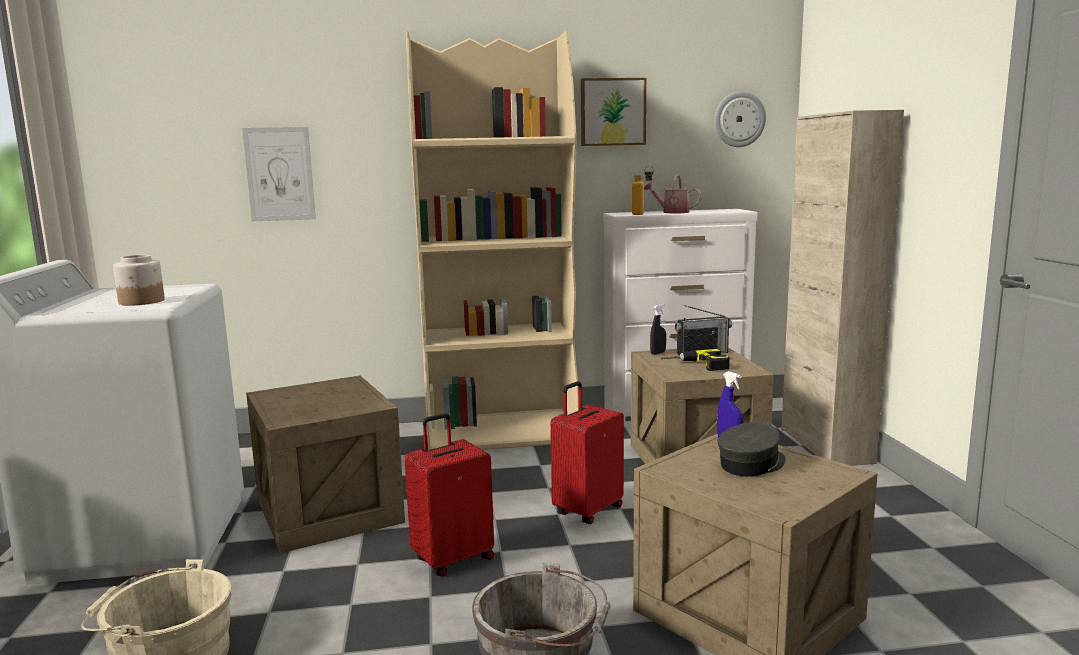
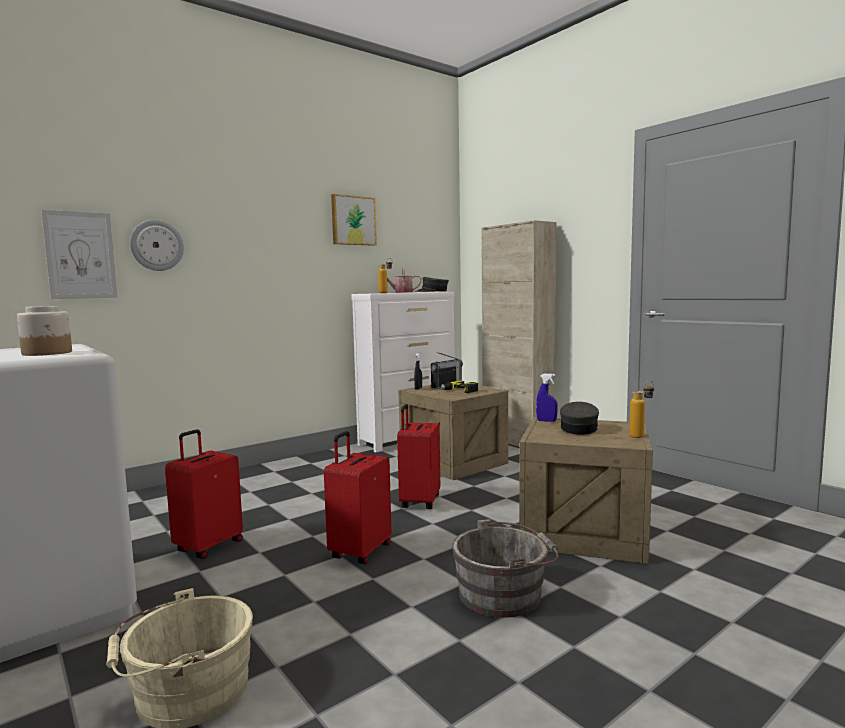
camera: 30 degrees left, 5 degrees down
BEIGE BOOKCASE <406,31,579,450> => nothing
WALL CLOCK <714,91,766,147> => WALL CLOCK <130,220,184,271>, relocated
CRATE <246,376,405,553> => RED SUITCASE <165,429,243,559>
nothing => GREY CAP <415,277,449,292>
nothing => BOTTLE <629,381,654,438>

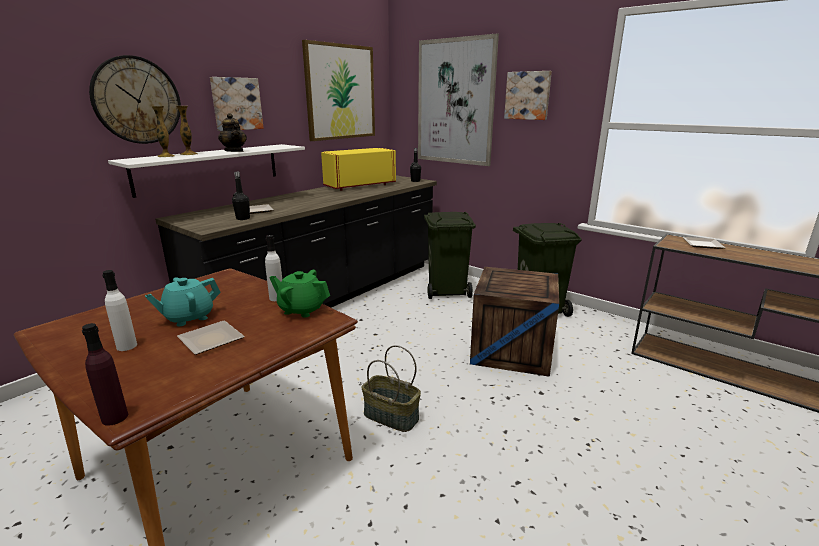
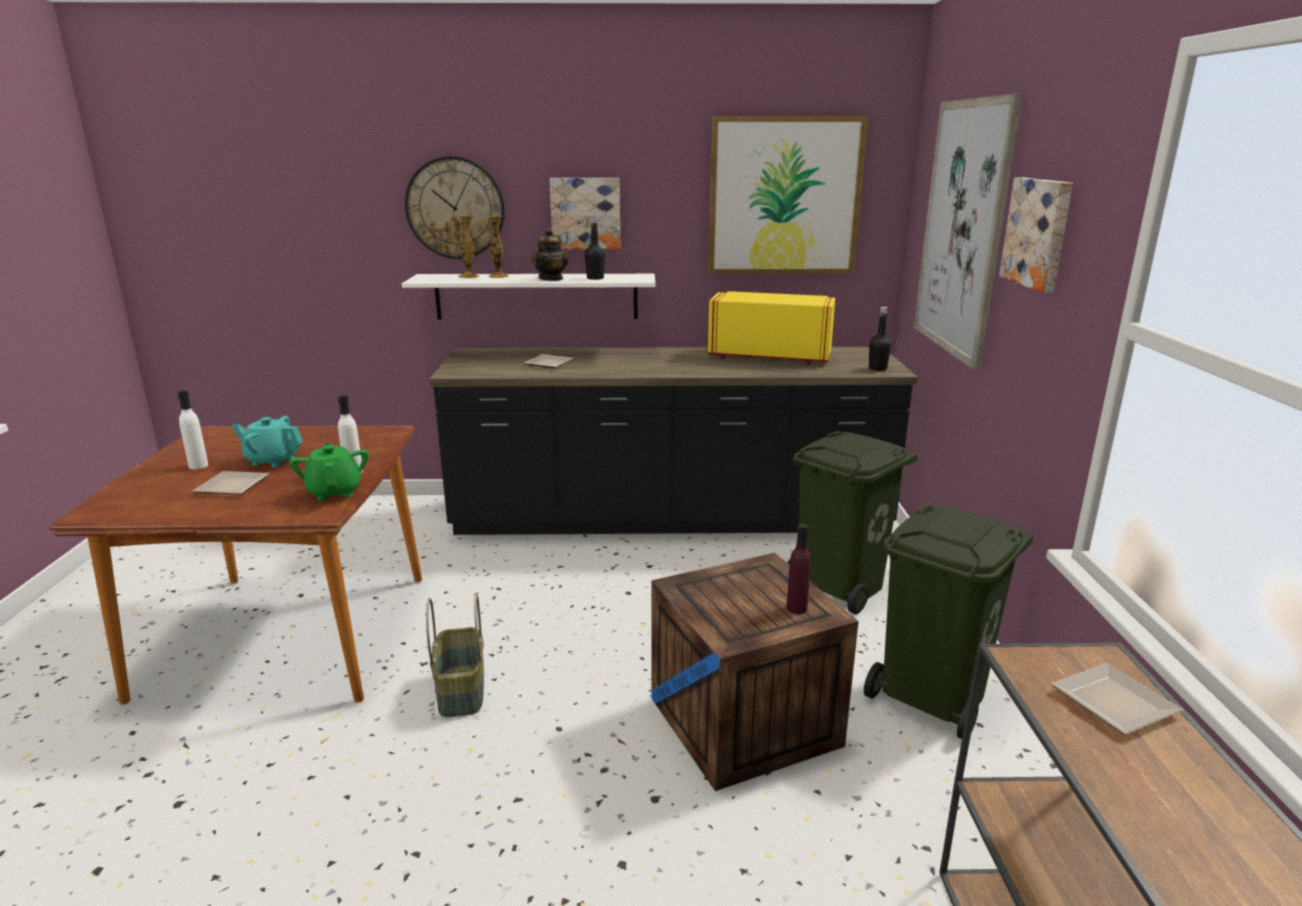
camera: 50 degrees right, 0 degrees up
BLACK BOTTLE <232,172,250,220> => BLACK BOTTLE <585,217,605,280>, relocated
PURPLE BOTTLE <82,323,128,426> => PURPLE BOTTLE <787,524,811,614>, relocated

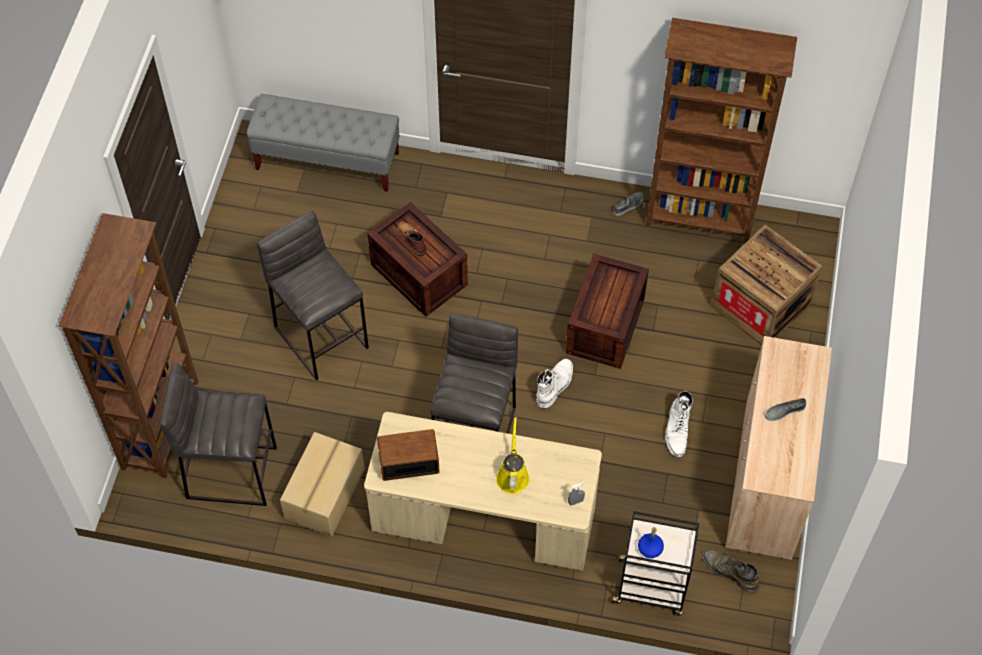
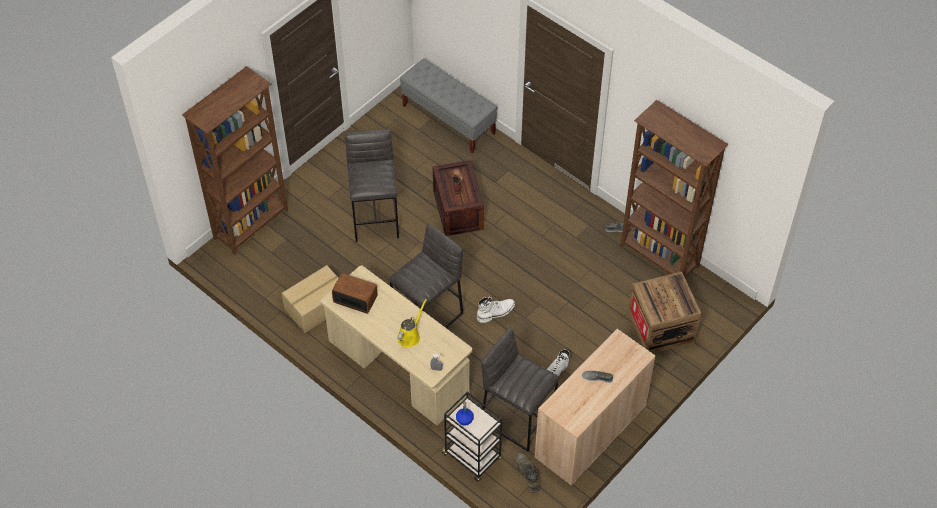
camera: 30 degrees right, 5 degrees down
CRATE <566,254,649,369> => nothing
GREY STOOL <159,363,277,506> => GREY STOOL <481,328,559,452>, relocated

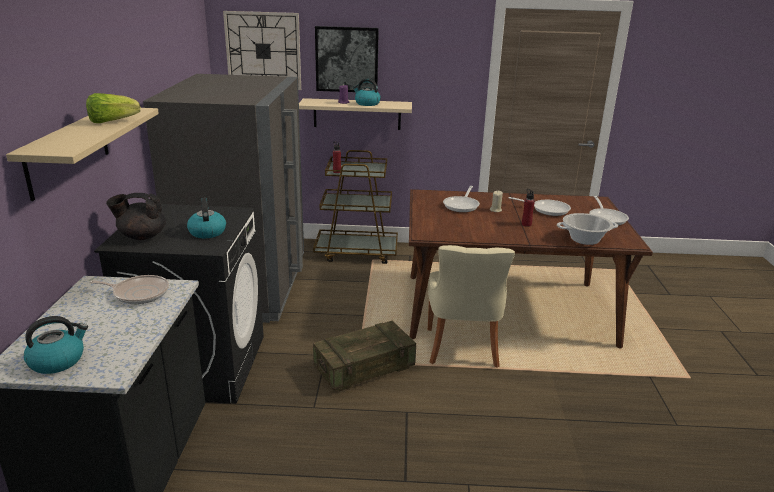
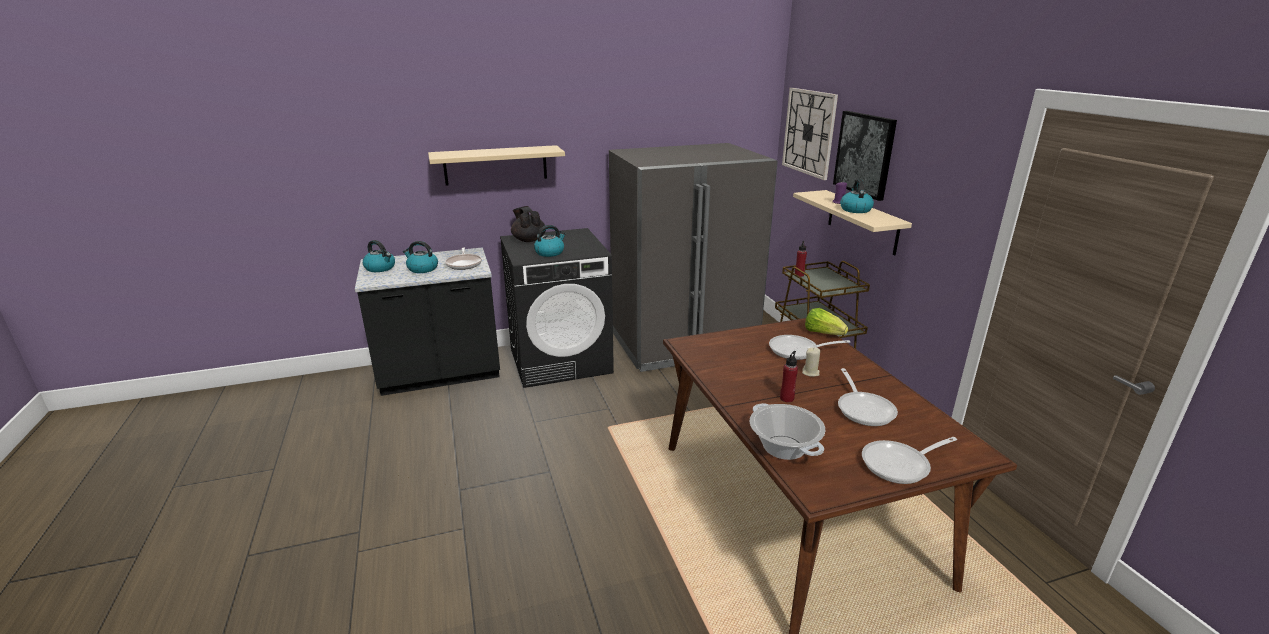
camera: 70 degrees right, 0 degrees up
LETTUCE <86,93,140,123> => LETTUCE <805,308,848,335>, relocated
BEIGE CHAIR <428,245,515,368> => nothing
CRATE <313,321,416,391> => nothing
nothing => KETTLE <403,241,438,273>

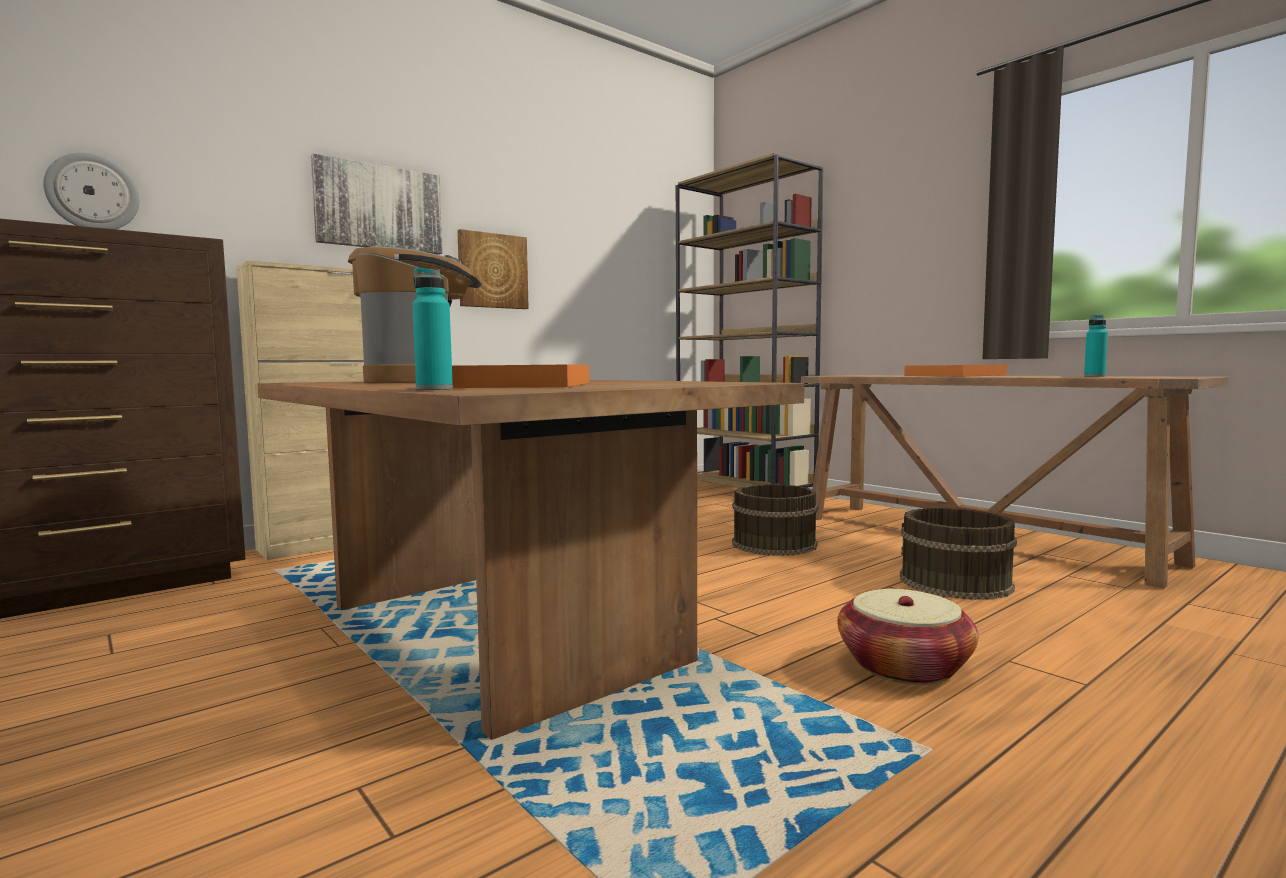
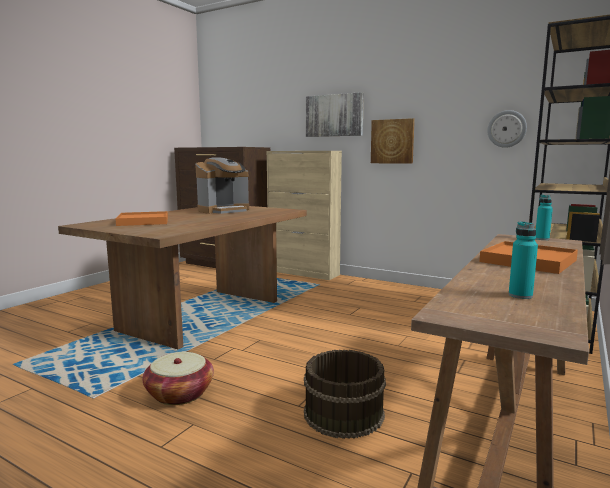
camera: 70 degrees right, 5 degrees up
WALL CLOCK <43,152,140,229> => WALL CLOCK <487,110,527,148>, relocated
TURQUOISE BOTTLE <413,268,453,390> => TURQUOISE BOTTLE <536,195,553,240>, relocated
BROWN BUCKET <732,484,818,556> => nothing

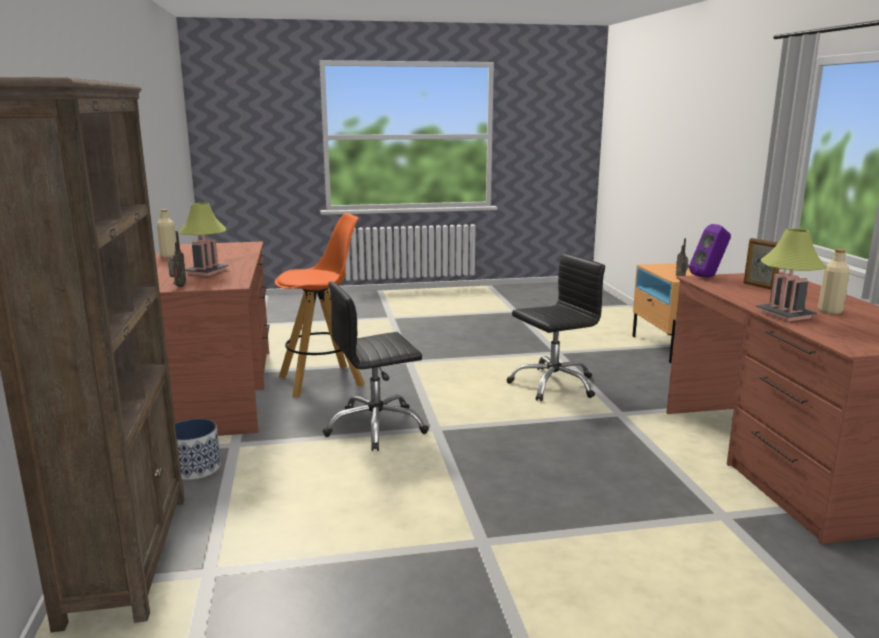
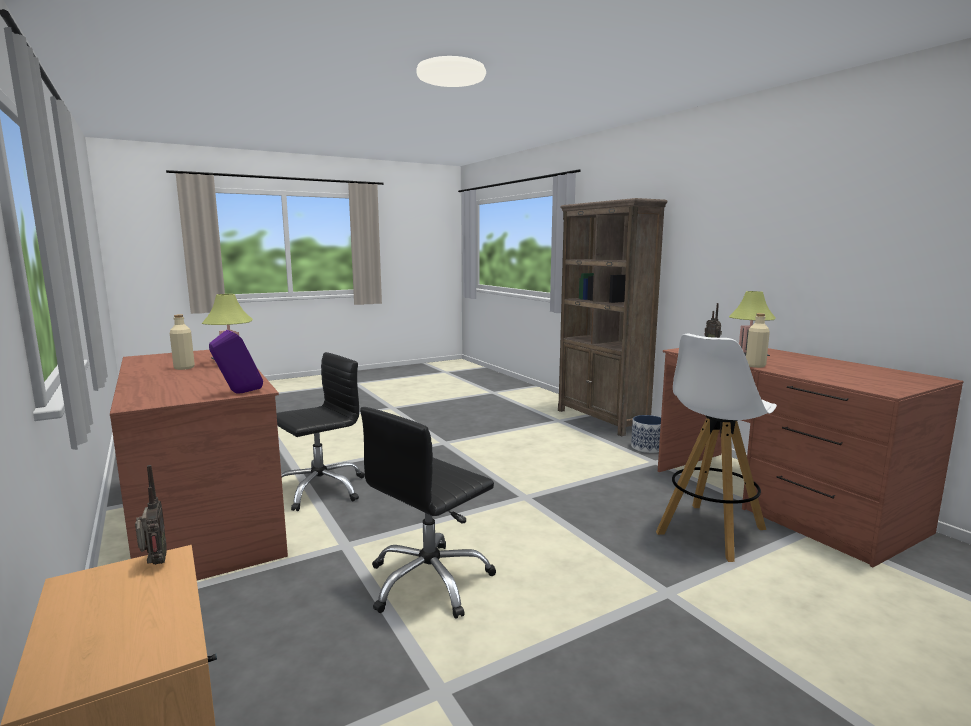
camera: 160 degrees right, 5 degrees down
BEIGE BOTTLE <157,209,176,257> => BEIGE BOTTLE <746,313,770,368>, relocated
ORANGE STOOL <275,213,365,398> => WHITE STOOL <656,333,777,562>
PICTURE FRAME <744,238,780,289> => nothing
BLACK OFFICE CHAIR <323,281,429,451> => BLACK OFFICE CHAIR <276,352,365,511>, relocated

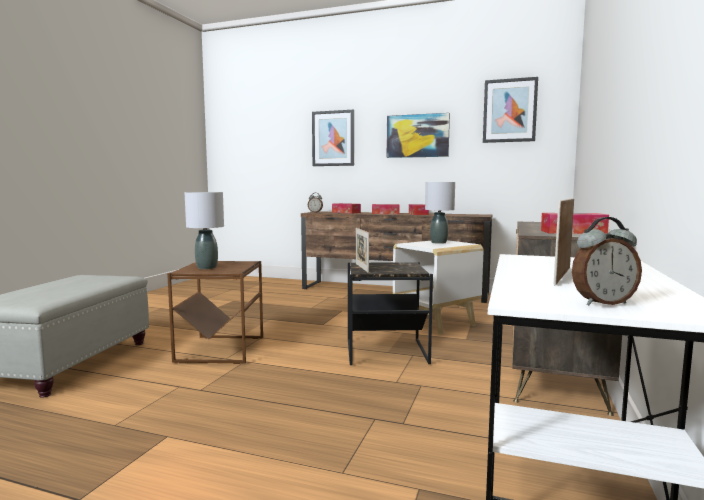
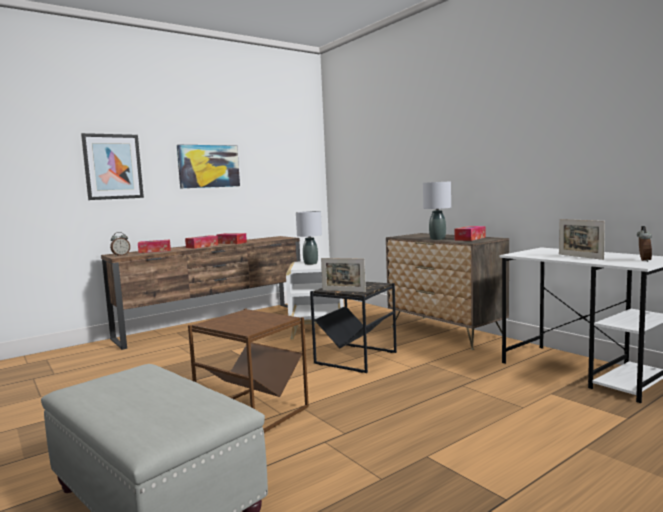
camera: 55 degrees left, 0 degrees up
PICTURE <483,77,538,143> => nothing
GREY TABLE LAMP <184,192,224,269> => GREY TABLE LAMP <423,181,451,240>, relocated

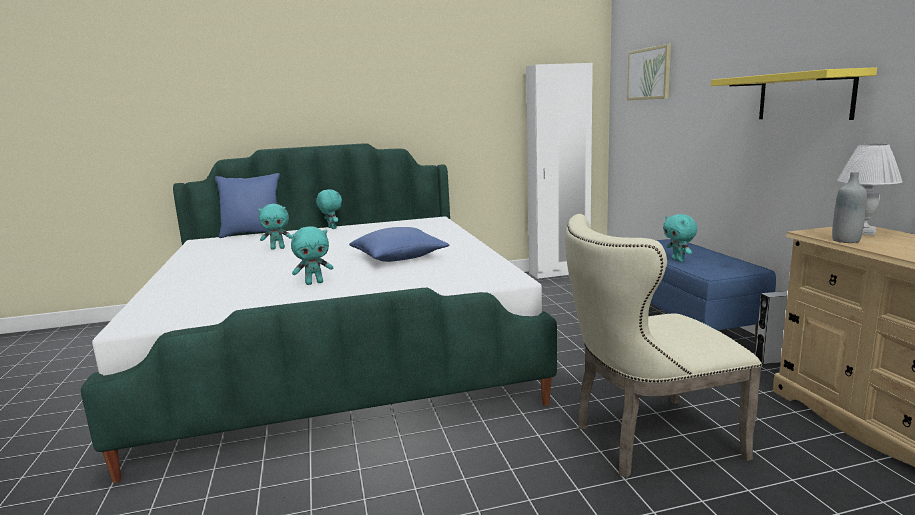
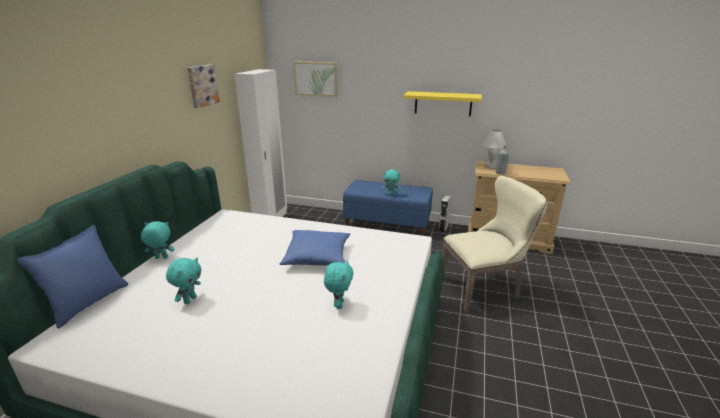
camera: 60 degrees left, 10 degrees up
BEIGE CHAIR <565,214,762,478> => BEIGE CHAIR <442,176,547,312>, 120 degrees counterclockwise
nothing => PICTURE <187,64,220,108>

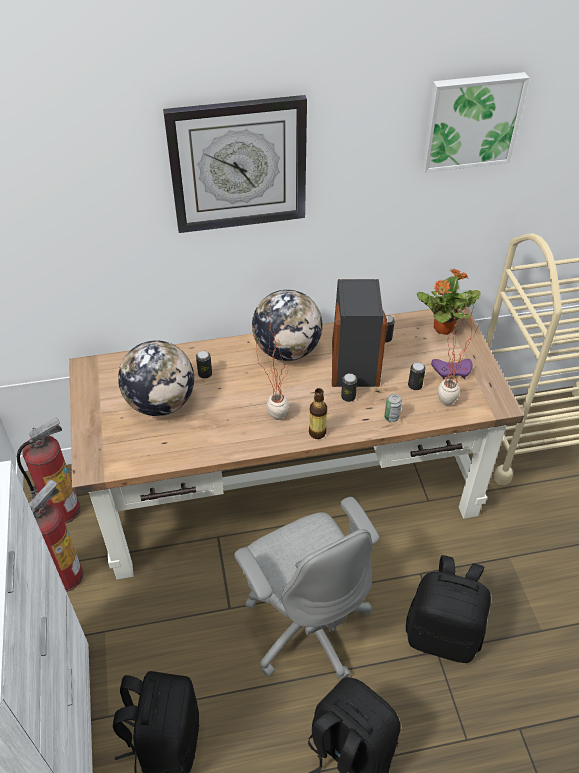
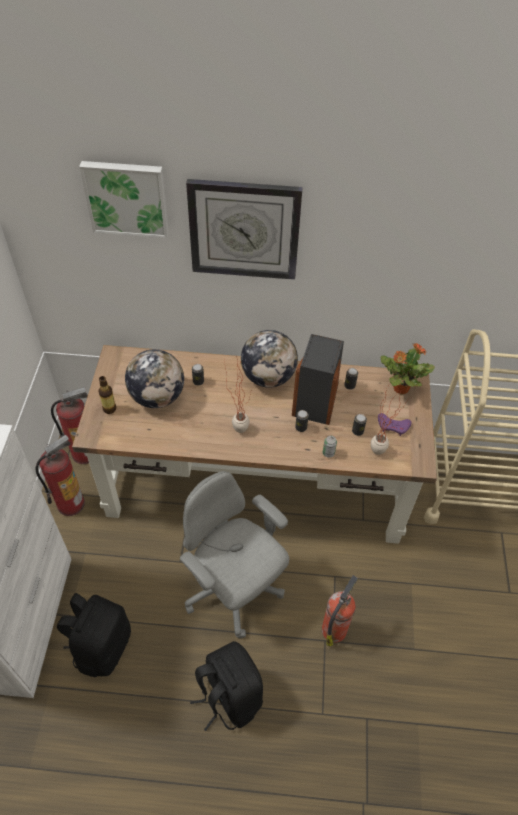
camera: 15 degrees right, 5 degrees up
PICTURE <421,72,529,172> => PICTURE <79,161,169,238>, relocated
BOTTLE <309,388,327,439> => BOTTLE <98,376,116,414>, relocated
GREY OFFICE CHAIR <234,497,379,680> => GREY OFFICE CHAIR <180,471,289,638>, 150 degrees clockwise
BLACK BACKPACK <406,555,491,663> => FIRE EXTINGUISHER <322,575,358,646>

